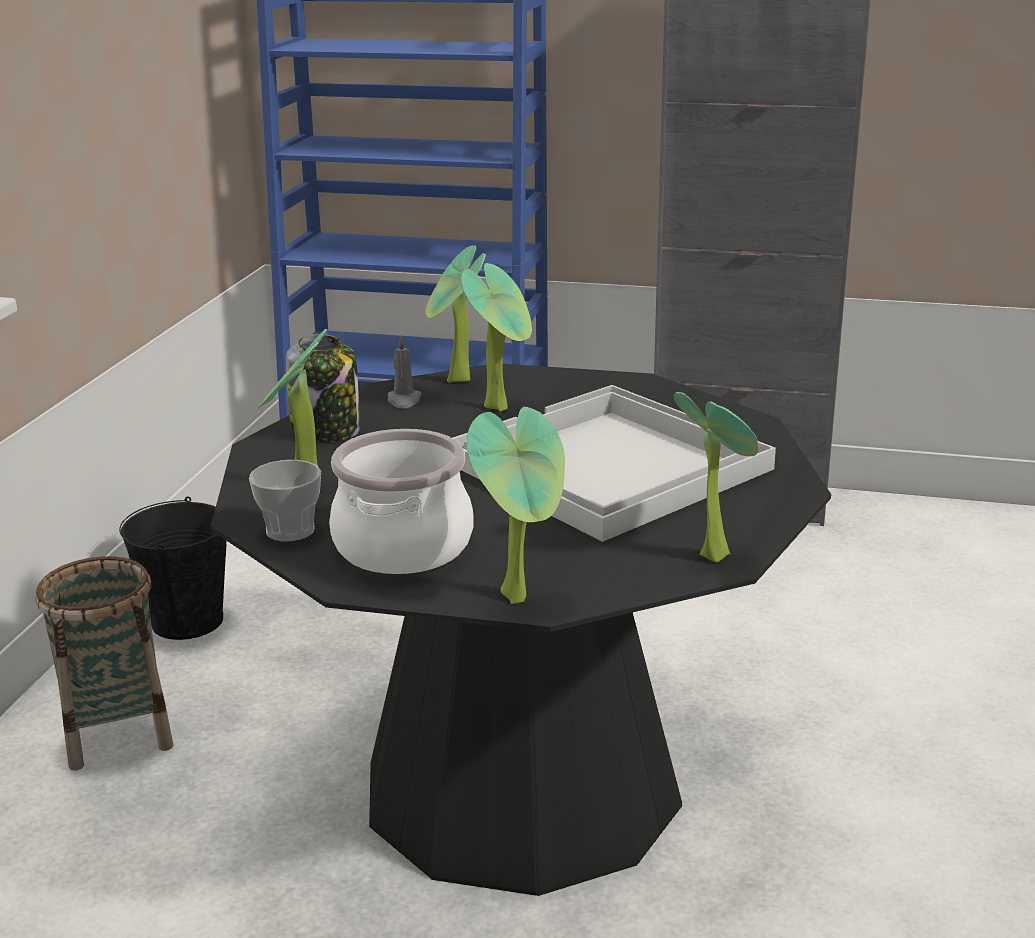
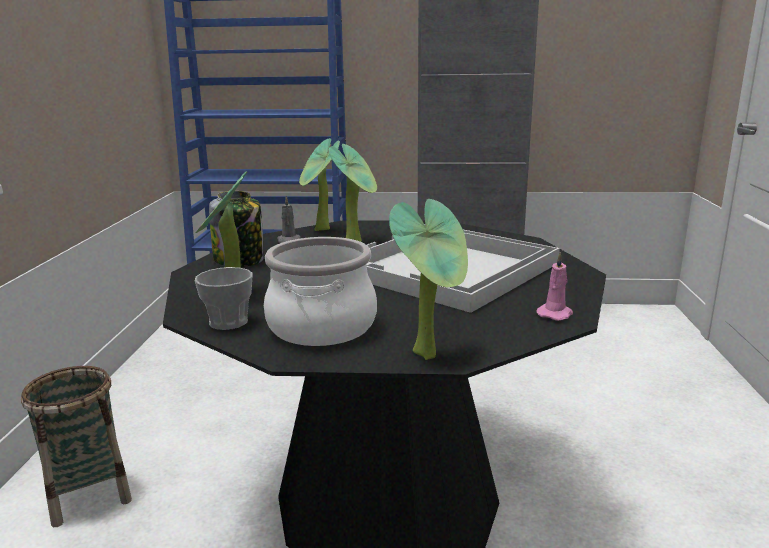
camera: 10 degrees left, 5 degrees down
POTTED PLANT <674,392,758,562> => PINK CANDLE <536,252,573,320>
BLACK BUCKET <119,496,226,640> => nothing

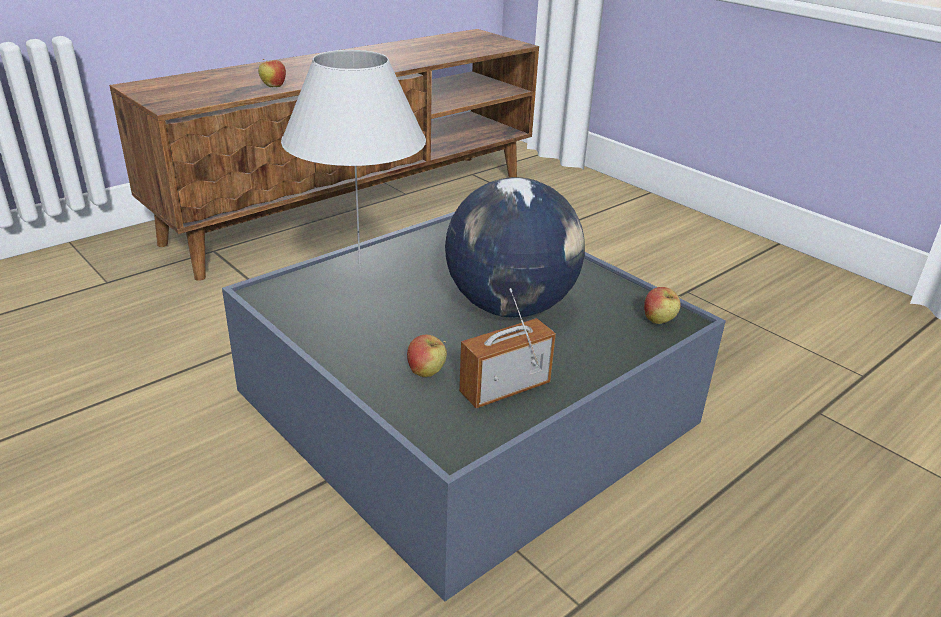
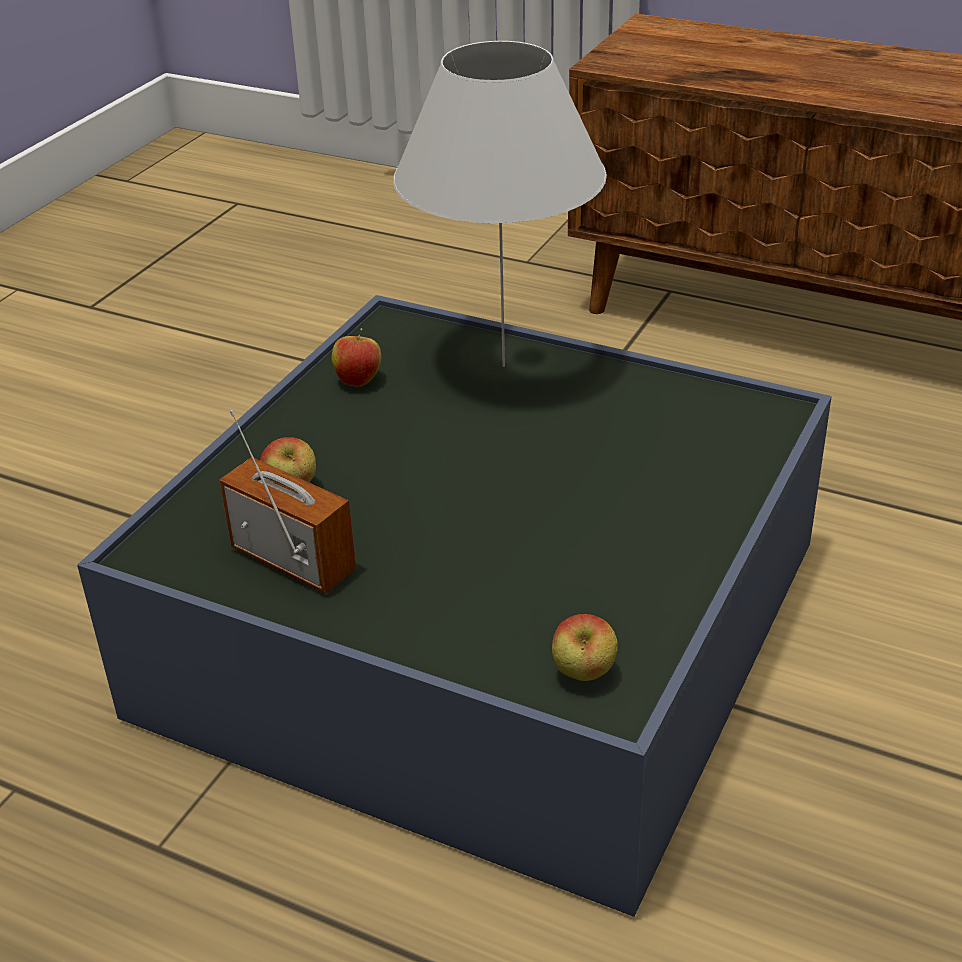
camera: 70 degrees right, 5 degrees up
APPLE <258,59,286,87> => APPLE <331,328,381,387>, relocated
GLOBE <445,177,585,318> => nothing

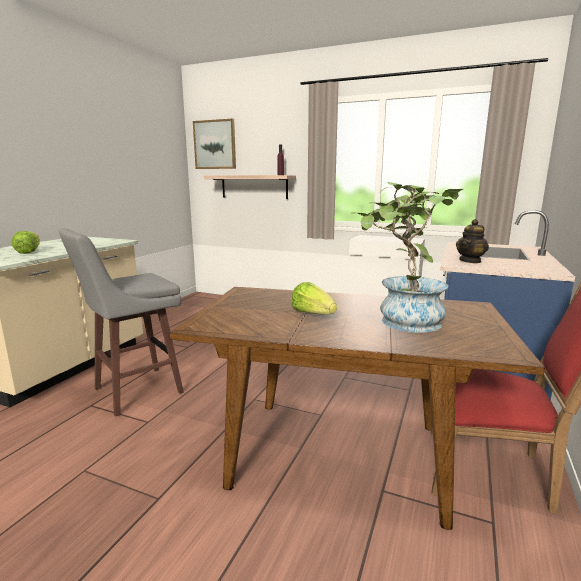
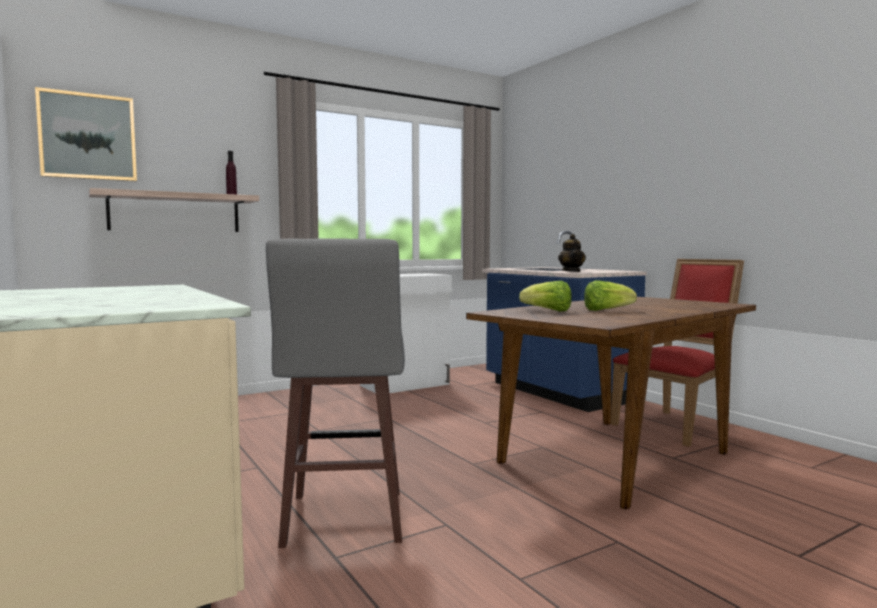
camera: 55 degrees left, 10 degrees down
POTTED PLANT <351,182,463,332> => nothing
LETTUCE <11,231,40,254> => LETTUCE <519,281,572,312>, relocated

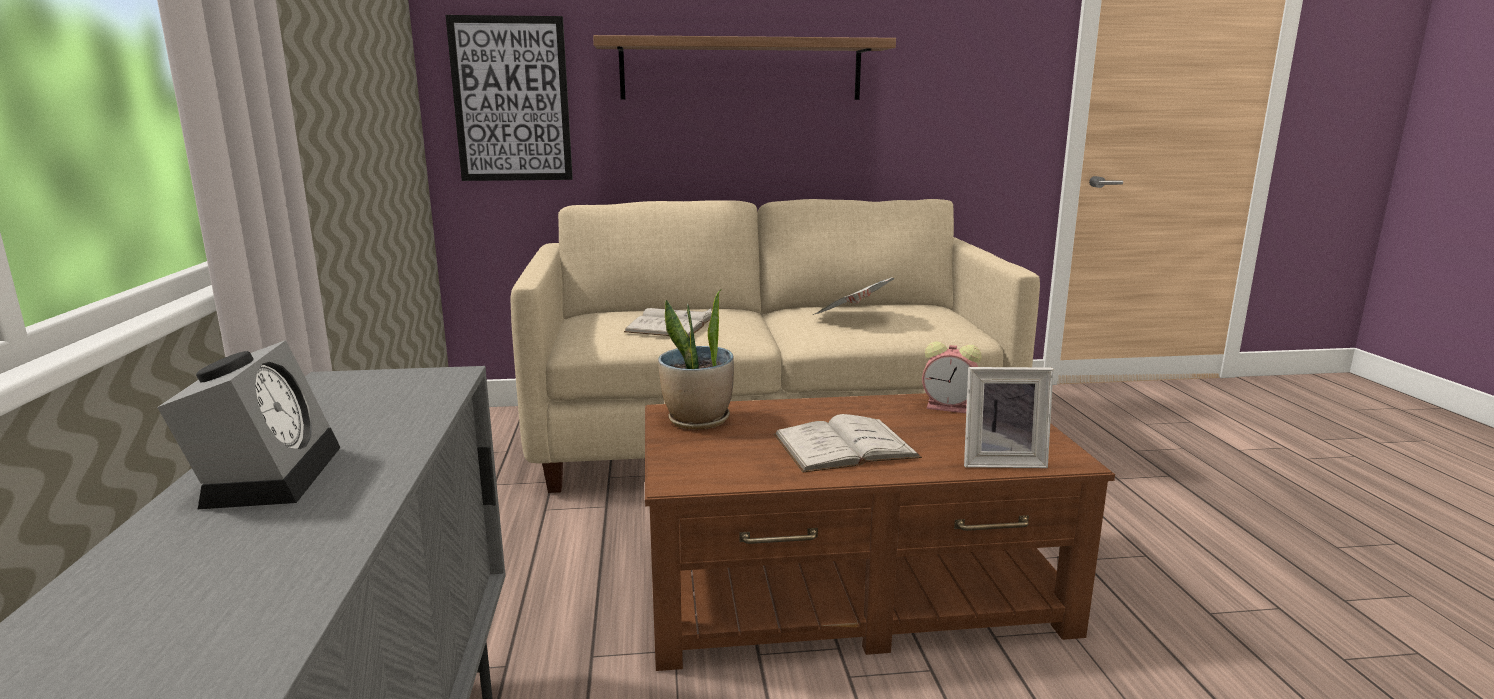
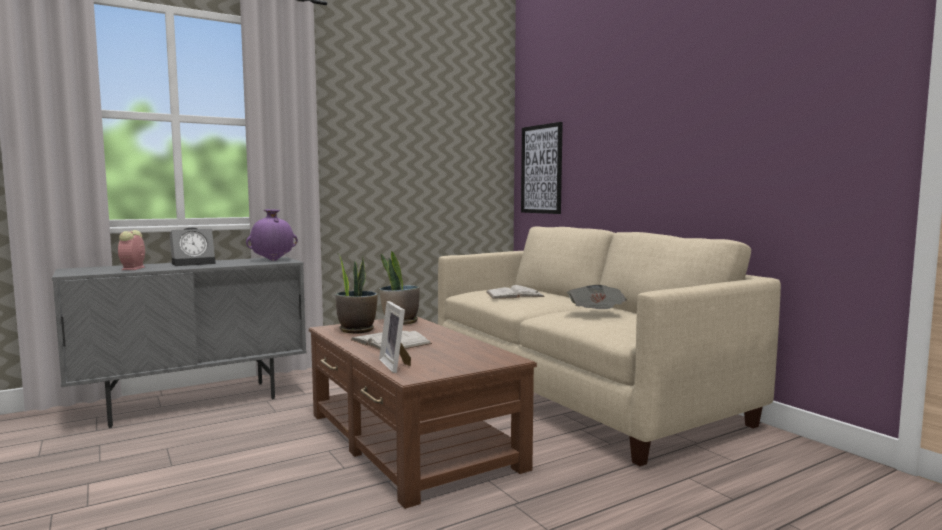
camera: 65 degrees right, 10 degrees down
SHELF <593,35,896,100> => nothing
ALARM CLOCK <922,341,982,413> => ALARM CLOCK <118,230,145,270>, relocated
nothing => PURPLE VASE <246,209,298,261>
nothing => POTTED PLANT <335,253,378,334>

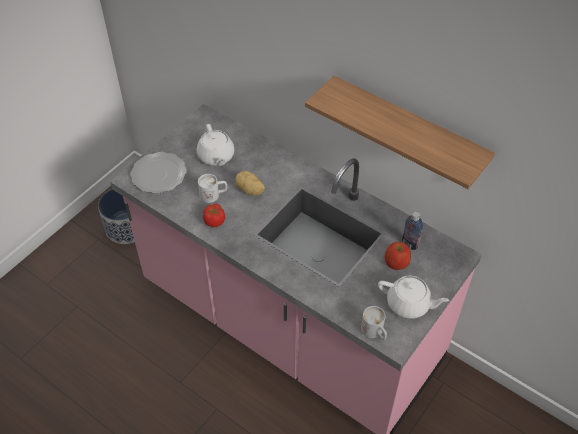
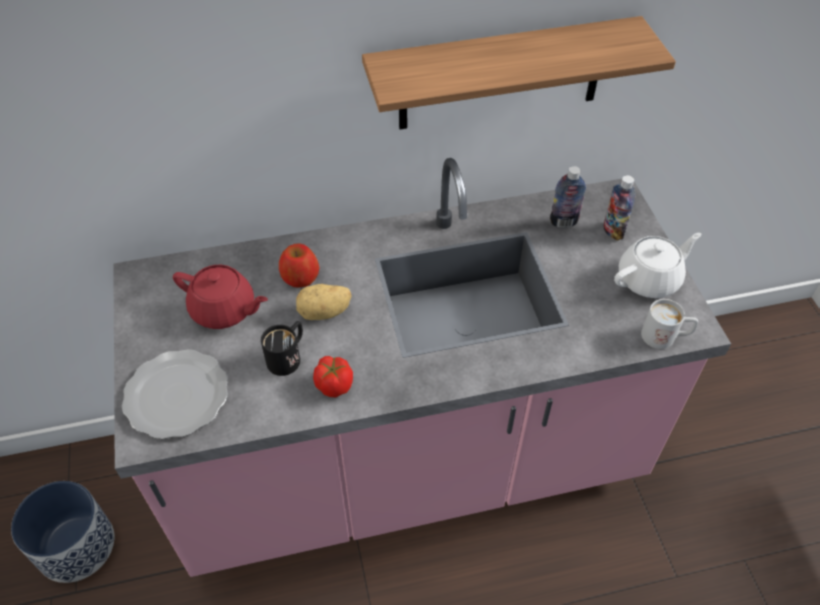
camera: 50 degrees left, 0 degrees up
WHITE TEAPOT <197,124,235,166> => RED TEAPOT <173,265,268,329>
WHITE MUG <198,174,227,203> => BLACK MUG <261,321,303,376>
APPLE <384,242,411,270> => APPLE <279,243,320,288>, relocated
nothing => BOTTLE <603,175,635,241>

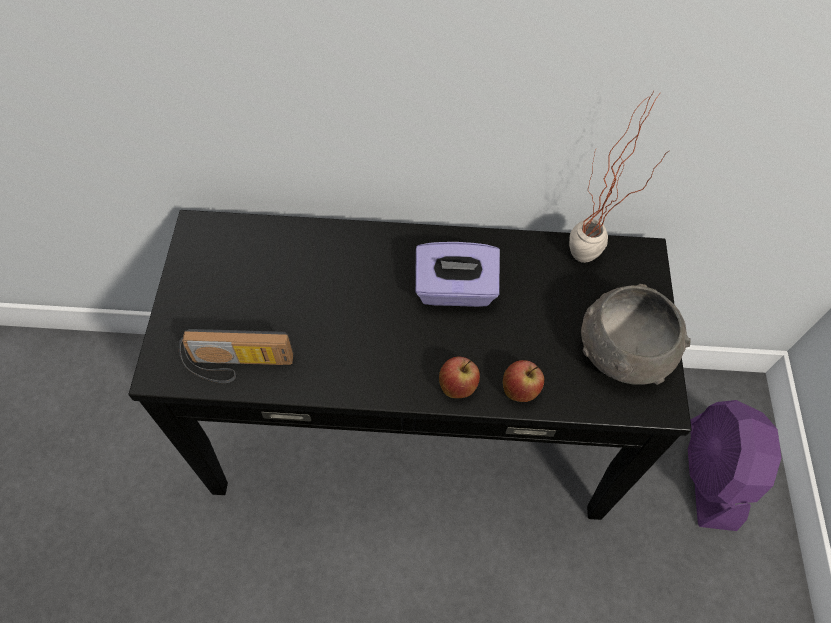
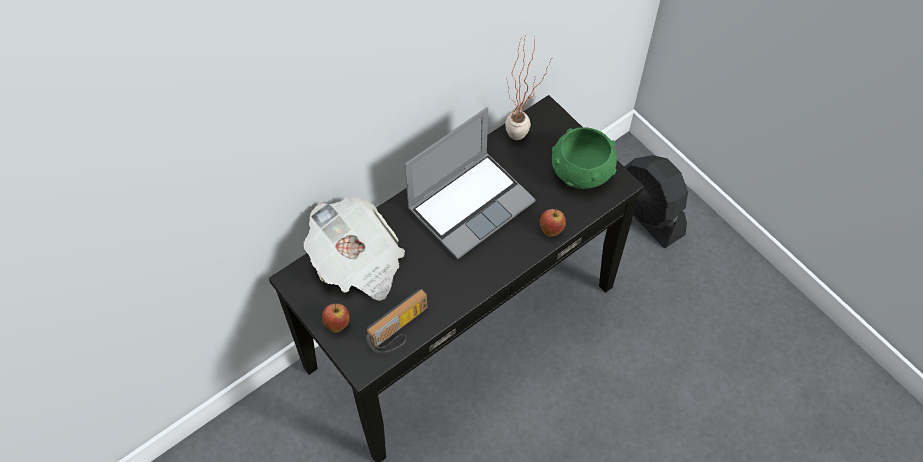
camera: 40 degrees left, 0 degrees up
PURPLE TISSUE BOX <415,242,500,307> => LAPTOP <404,107,536,260>
GREY BOWL <581,284,691,385> => GREEN BOWL <552,127,617,189>
APPLE <439,357,480,398> => APPLE <322,303,350,333>, relocated
PURPLE FAN <688,400,782,531> => BLACK FAN <625,155,688,248>
nothing => NEWSPAPER <304,197,405,301>

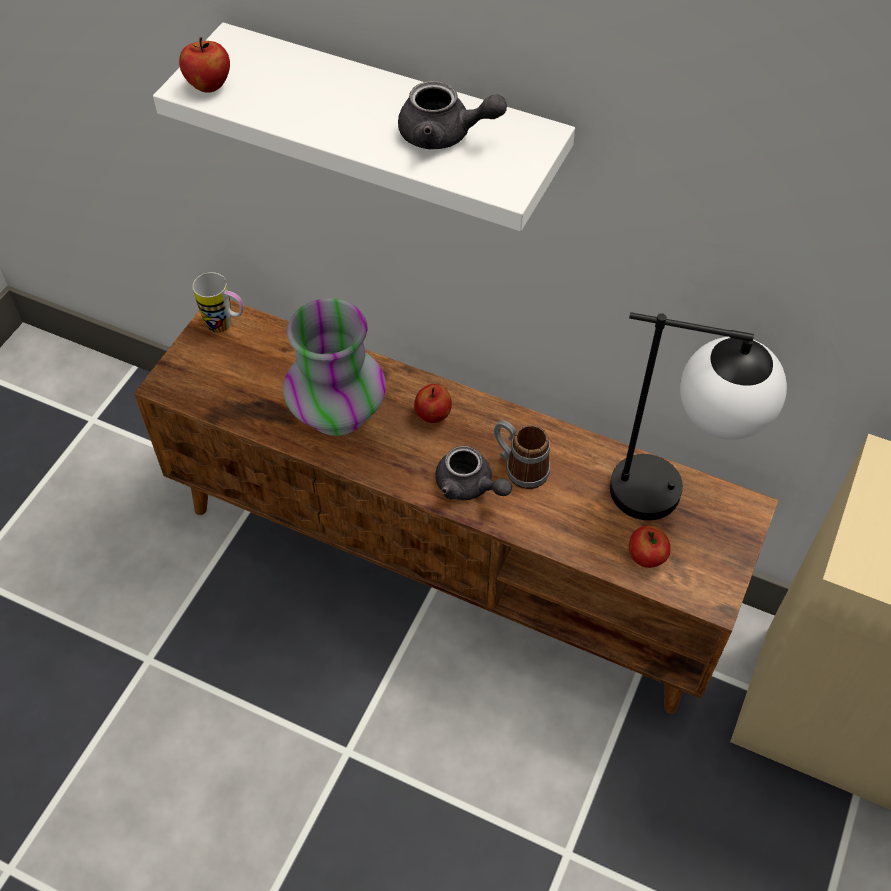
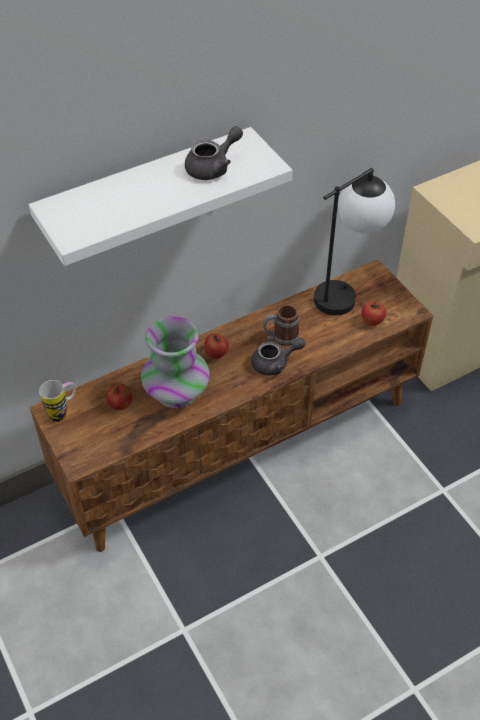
camera: 55 degrees left, 5 degrees down
APPLE <179,37,230,93> => APPLE <106,384,132,410>, relocated

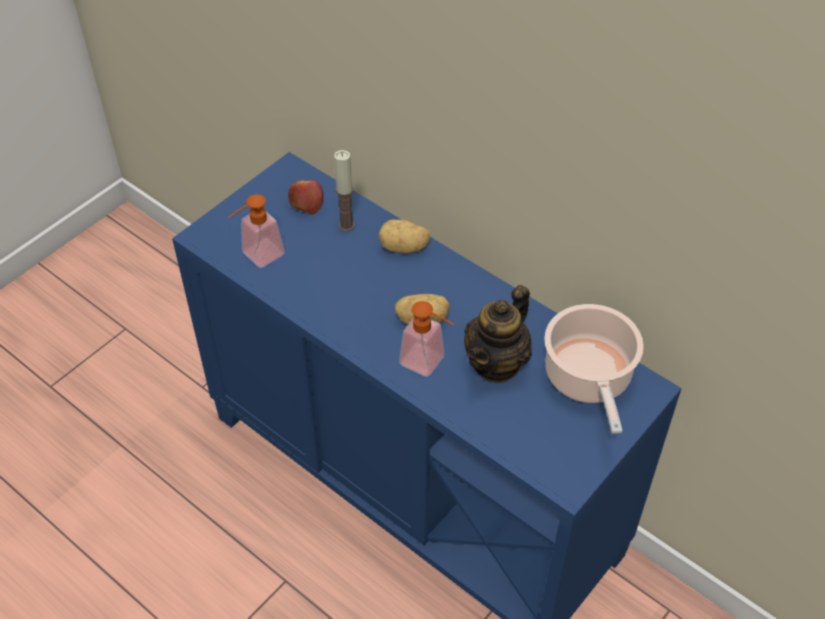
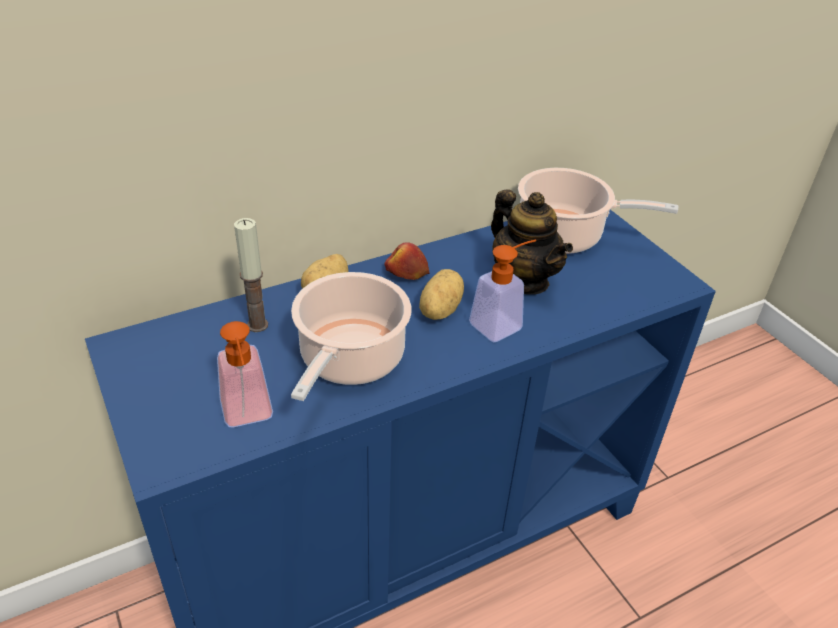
camera: 70 degrees left, 10 degrees down
APPLE <288,180,323,215> => APPLE <385,242,430,280>, relocated
nothing => COOKING POT <291,272,411,401>

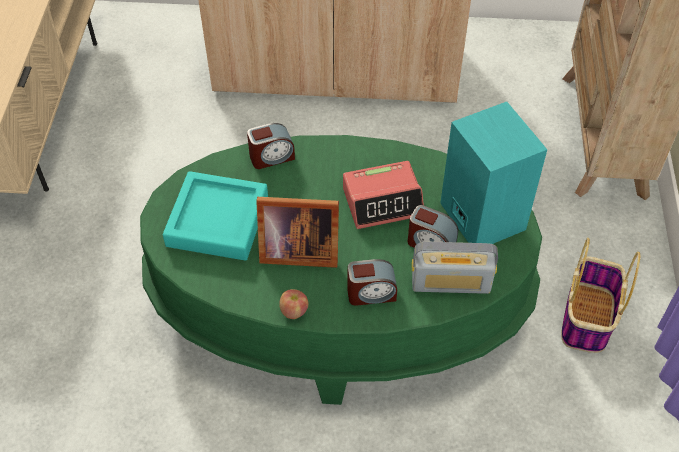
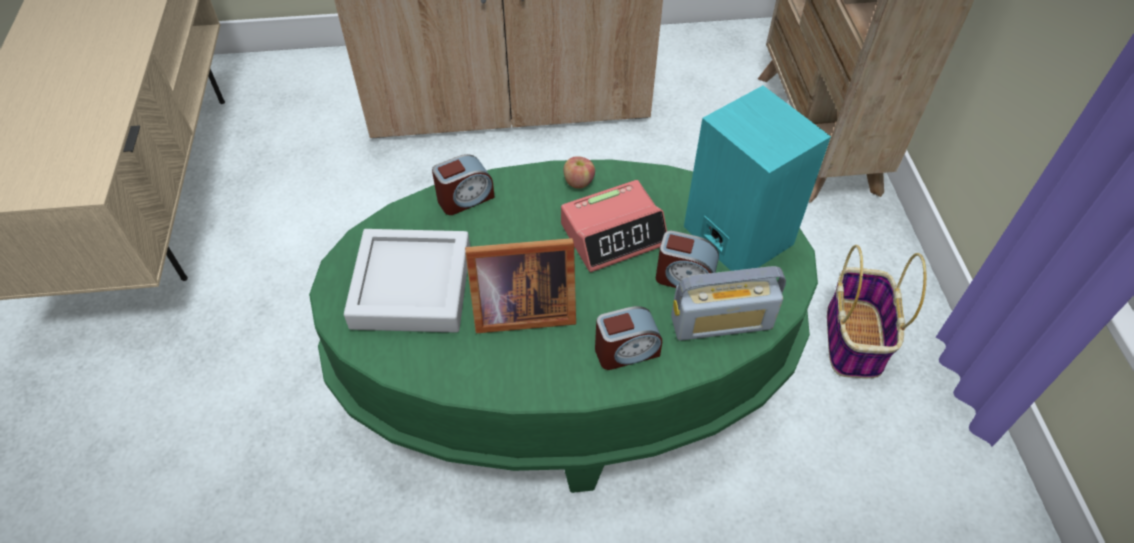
camera: 10 degrees left, 0 degrees up
TURQUOISE TRAY <163,171,268,261> => GREY TRAY <344,229,470,333>
APPLE <279,289,308,319> => APPLE <563,156,595,189>, relocated

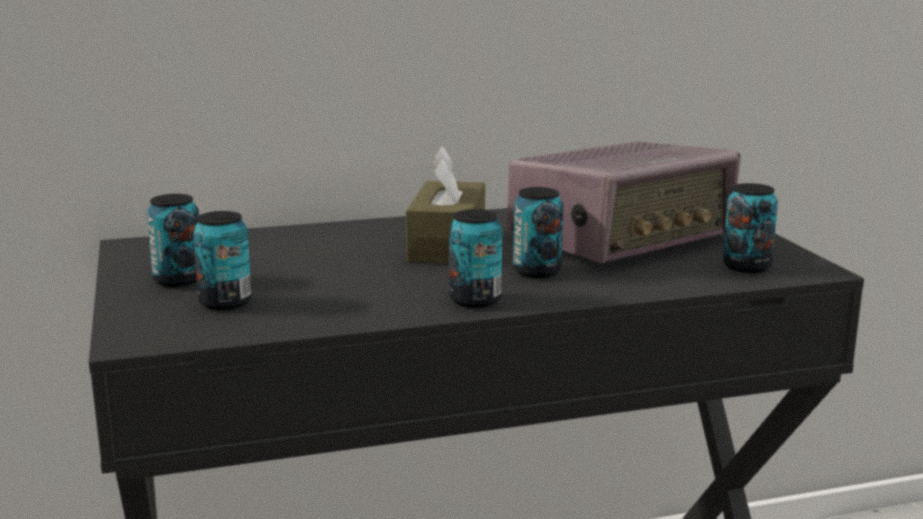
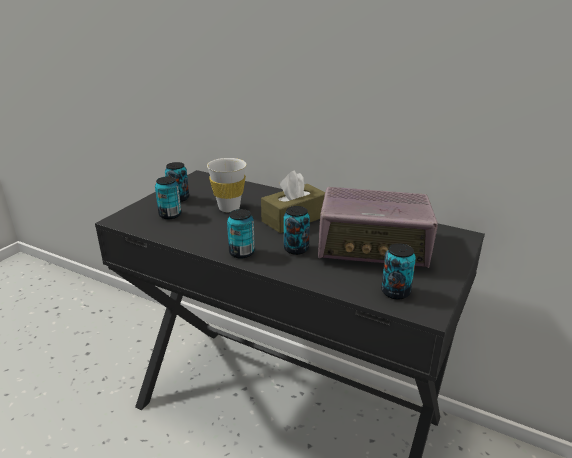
camera: 45 degrees right, 10 degrees up
nothing => WHITE CUP <207,158,246,212>

